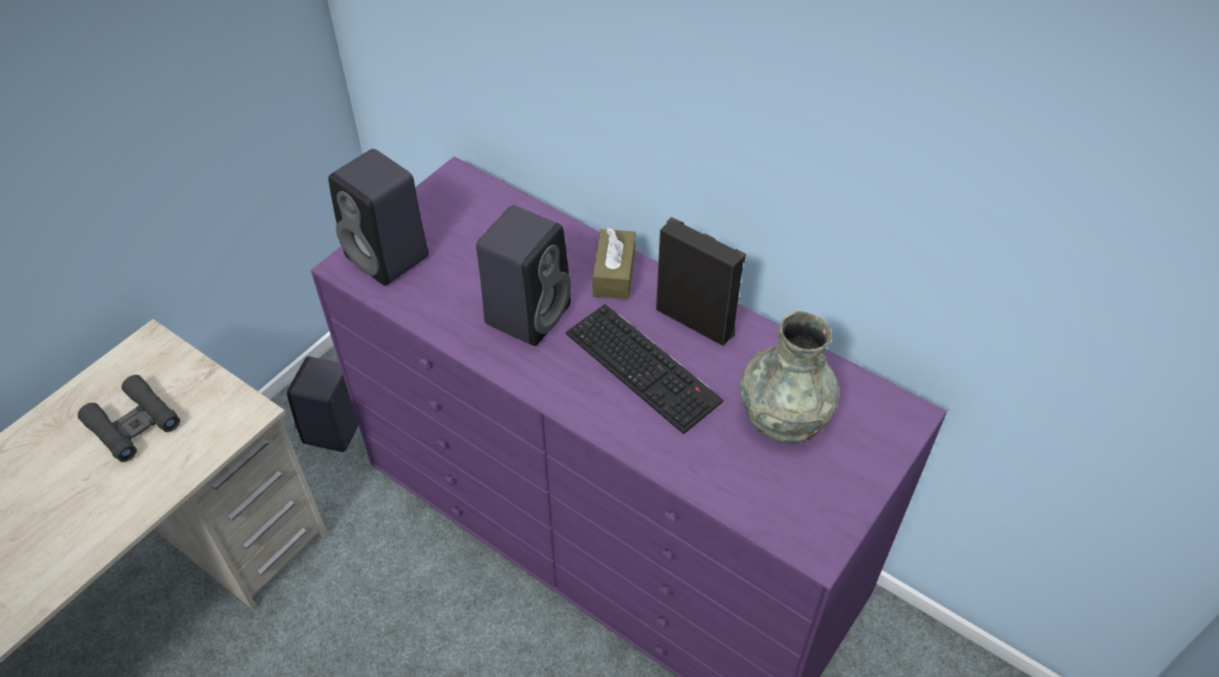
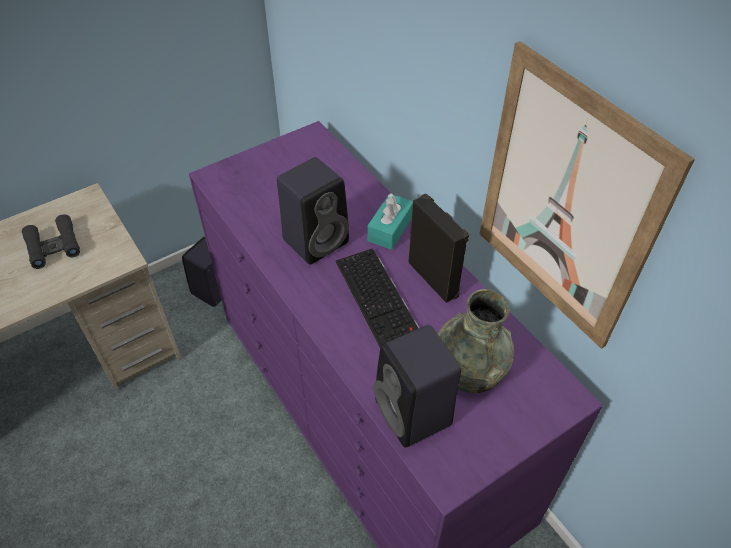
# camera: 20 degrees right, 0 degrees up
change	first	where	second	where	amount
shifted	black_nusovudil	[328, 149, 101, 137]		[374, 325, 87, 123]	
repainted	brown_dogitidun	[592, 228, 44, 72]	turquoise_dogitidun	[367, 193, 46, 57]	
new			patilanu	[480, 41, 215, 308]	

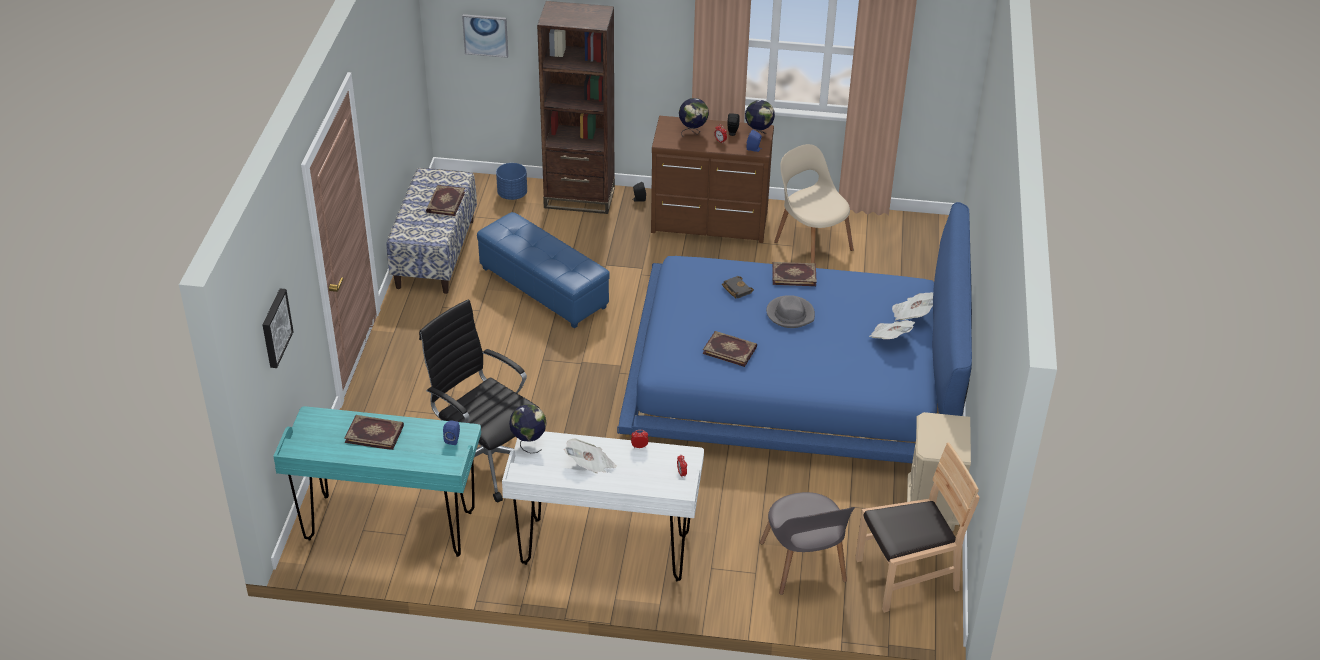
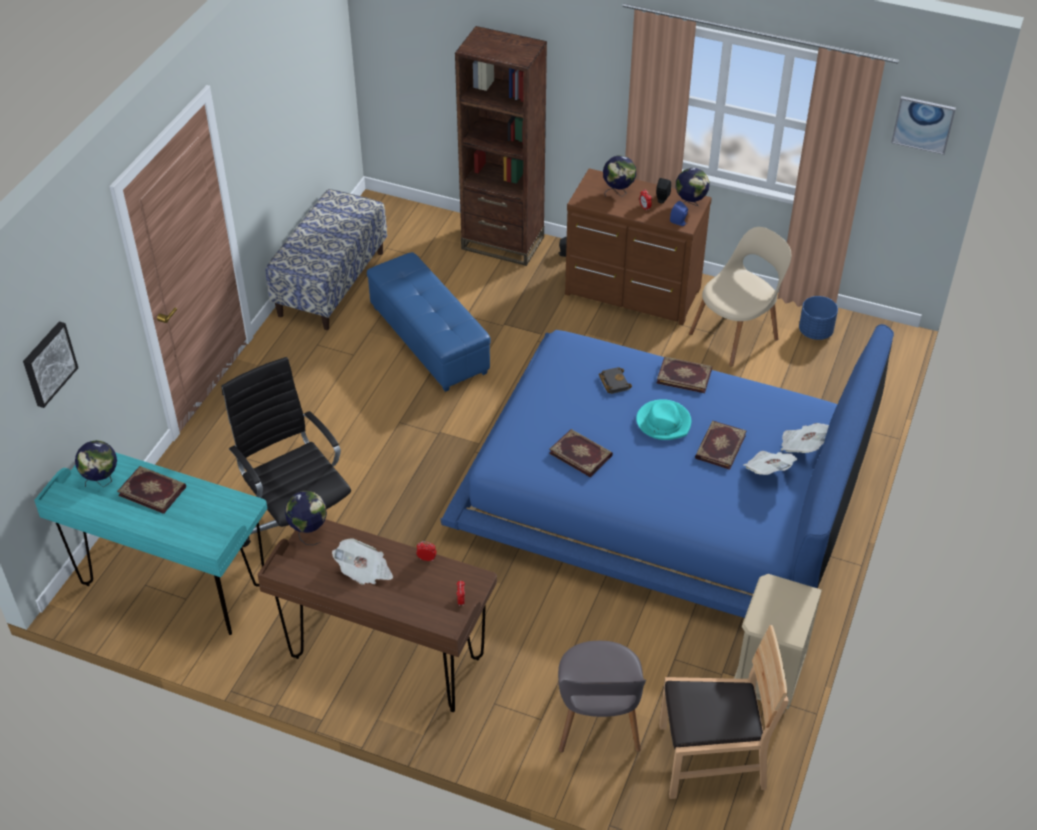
# camera: 15 degrees right, 5 degrees up
change	first	where	second	where	amount
shifted	patilanu	[462, 14, 46, 44]		[891, 96, 65, 59]	
rotated	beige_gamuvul	[774, 144, 80, 119]		[689, 227, 102, 140]	75 degrees clockwise
shifted	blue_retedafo	[496, 163, 31, 37]		[799, 296, 39, 44]	
shifted	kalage	[426, 185, 39, 31]		[695, 421, 52, 49]	
repainted	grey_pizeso	[766, 295, 49, 33]	turquoise_pizeso	[636, 399, 55, 41]	
gone	blue_nusovudil	[443, 420, 17, 25]			
repainted	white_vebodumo	[502, 432, 202, 149]	brown_vebodumo	[257, 519, 240, 193]	
new			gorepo	[75, 440, 42, 47]	

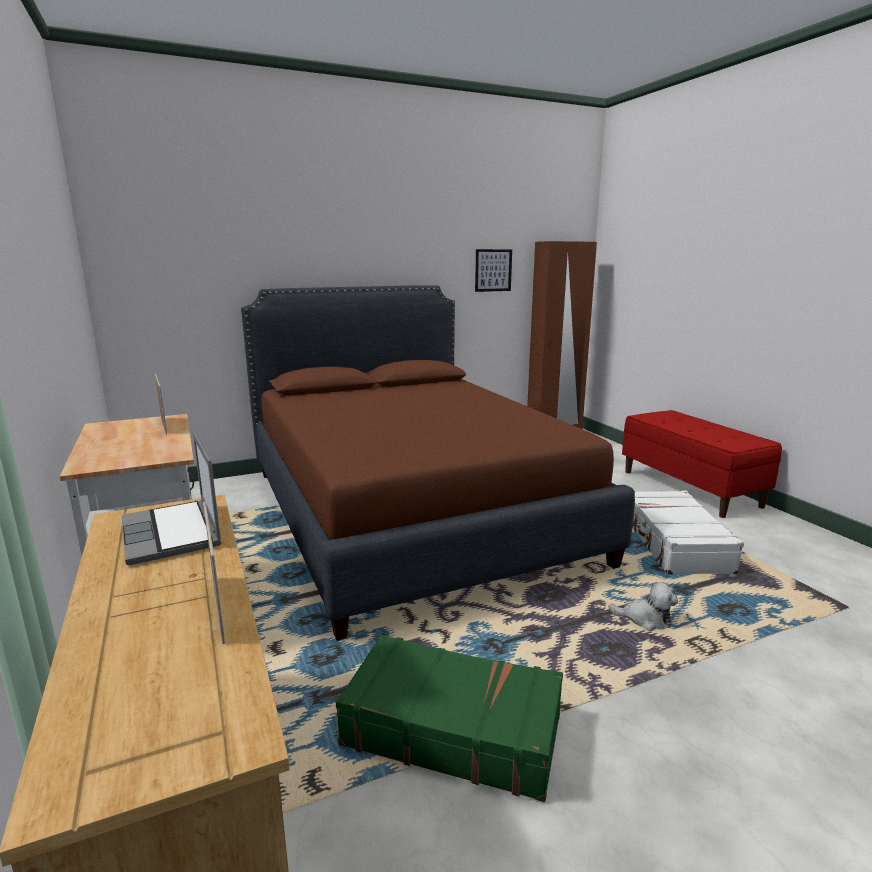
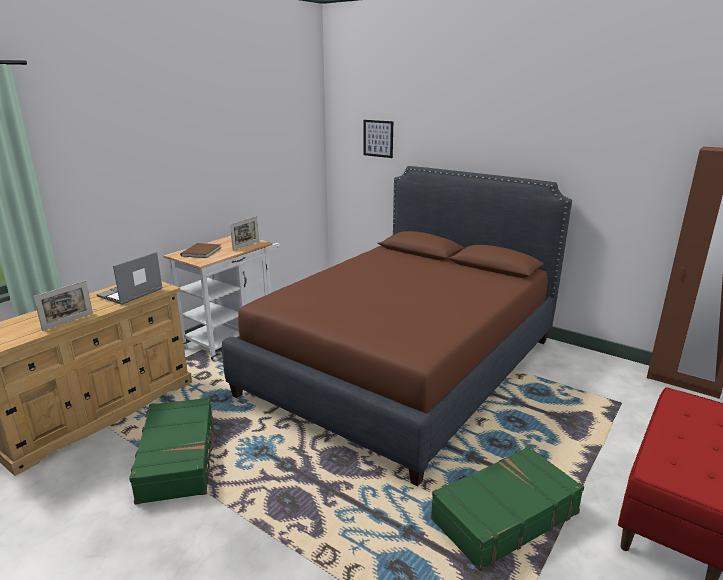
# camera: 60 degrees right, 5 degrees up
change	first	where	second	where	amount
shifted	patilanu	[475, 249, 37, 43]		[363, 120, 30, 38]	
repainted	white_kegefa	[632, 490, 112, 84]	green_kegefa	[431, 446, 153, 125]	
gone	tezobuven	[608, 582, 70, 49]			
new			brown_kalage	[180, 243, 41, 15]	

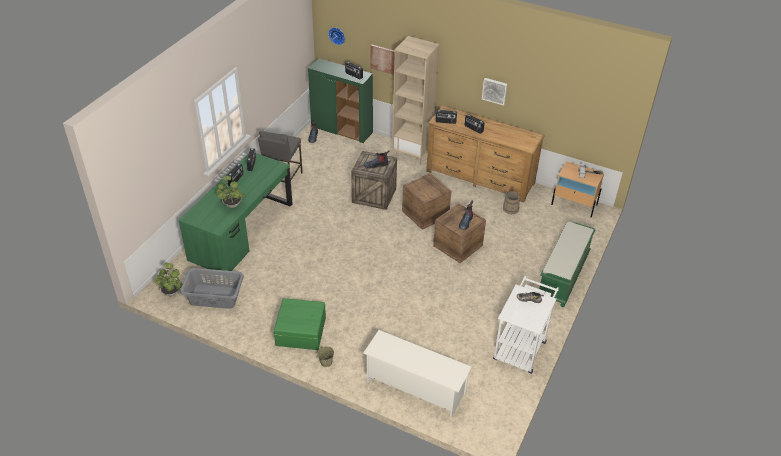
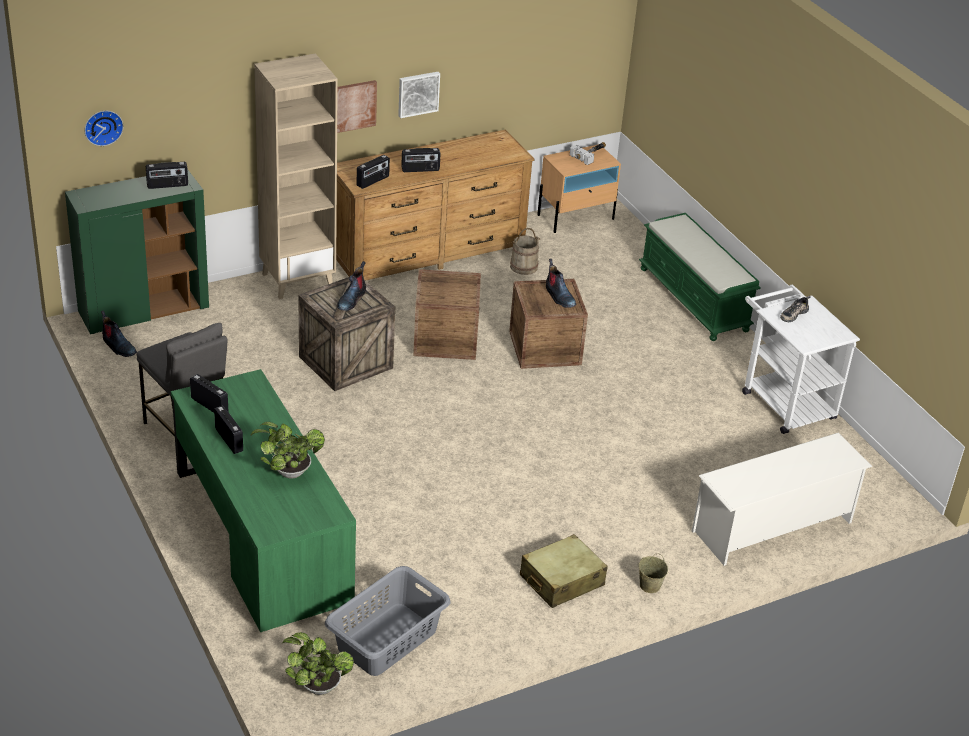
# camera: 55 degrees left, 5 degrees down
change	first	where	second	where	amount
shifted	patilanu	[370, 44, 25, 31]		[337, 80, 40, 53]	
swapped	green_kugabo	[274, 298, 52, 52]	beige_kegefa	[520, 534, 88, 74]	

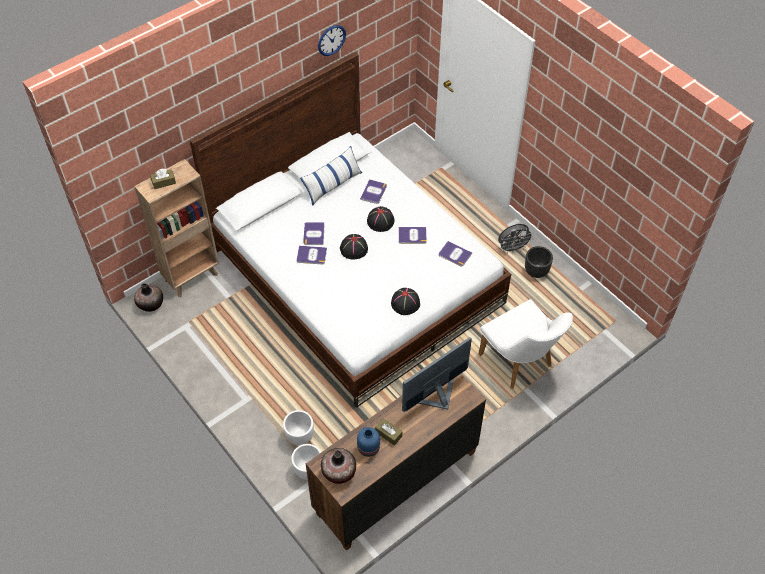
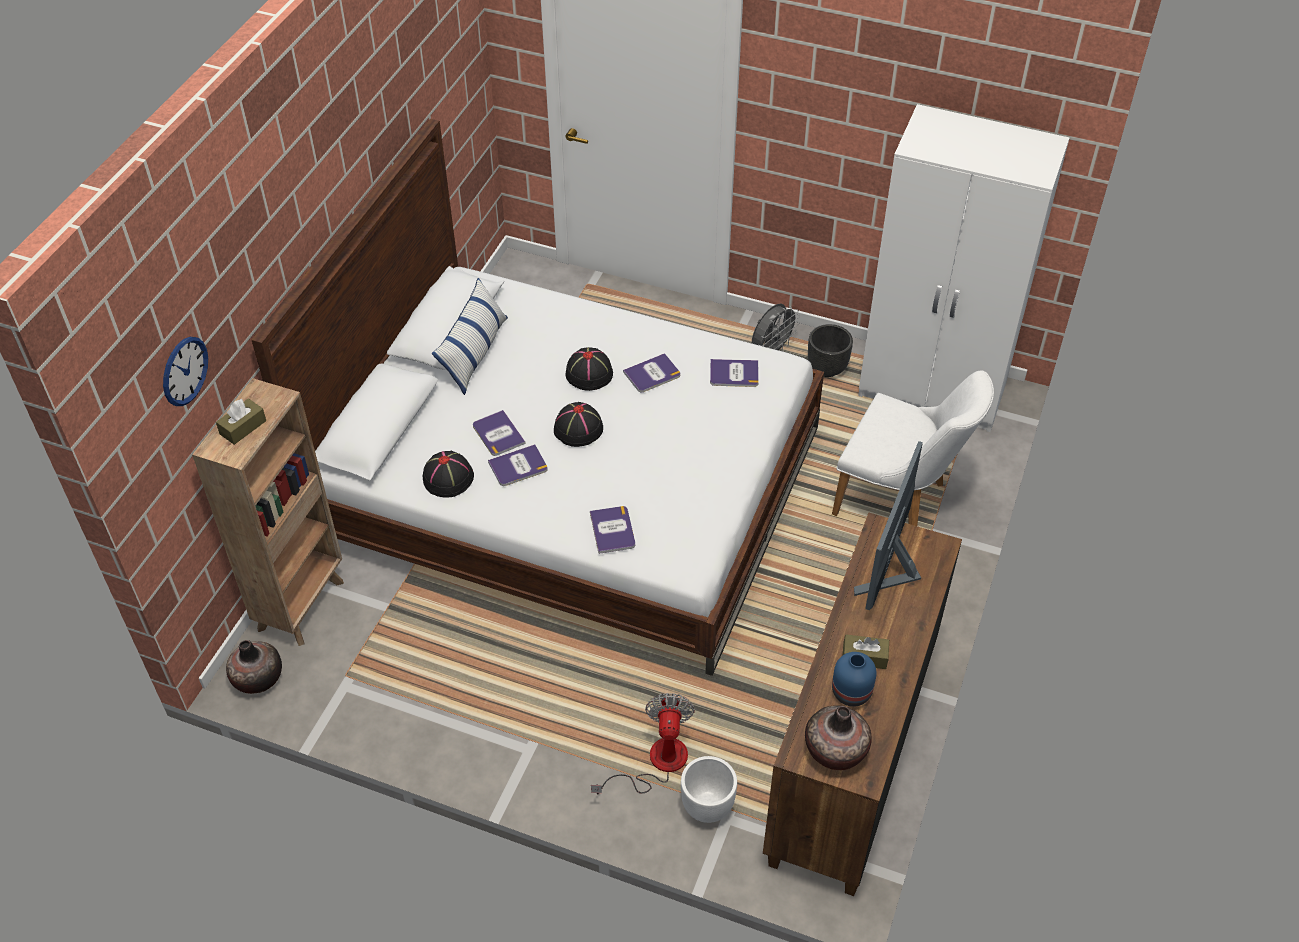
# camera: 30 degrees left, 5 degrees down
change	first	where	second	where	amount
shifted	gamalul	[318, 25, 28, 31]		[163, 337, 45, 69]	
shifted	kalage	[360, 179, 27, 25]		[590, 506, 45, 48]	
shifted	black_pizeso	[391, 288, 29, 27]		[422, 451, 52, 46]	
swapped	white_retedafo	[283, 410, 31, 35]	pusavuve	[591, 693, 104, 102]	
new			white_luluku	[858, 104, 211, 328]	

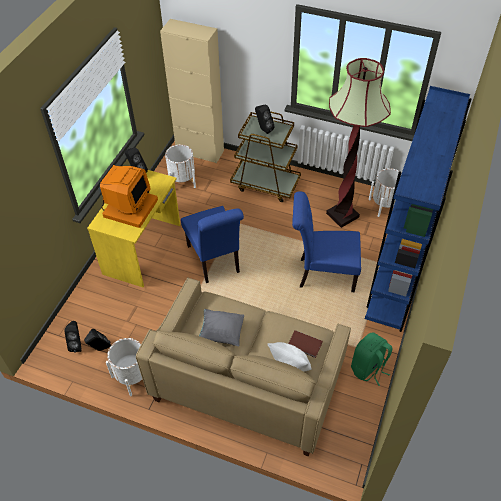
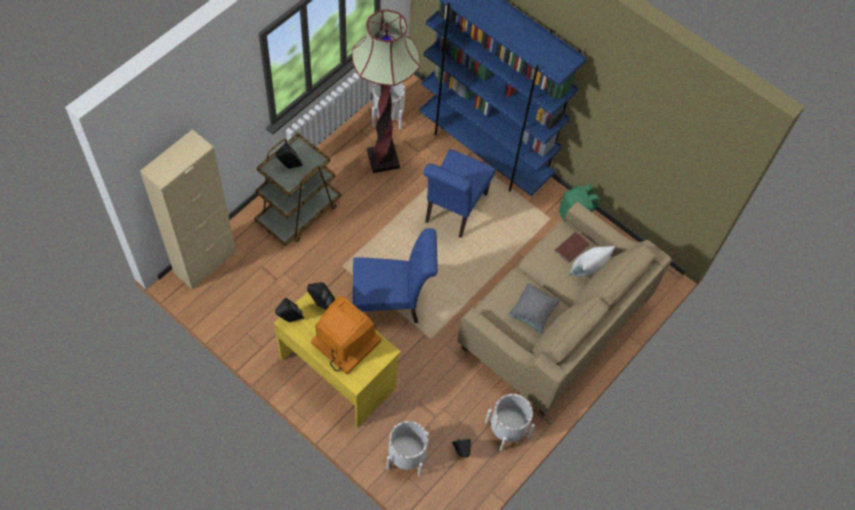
# camera: 75 degrees left, 10 degrees up
change	first	where	second	where	amount
shifted	white_retedafo	[165, 144, 31, 44]		[387, 421, 42, 55]	
shifted	black_nusovudil	[64, 321, 18, 32]		[307, 282, 28, 28]	

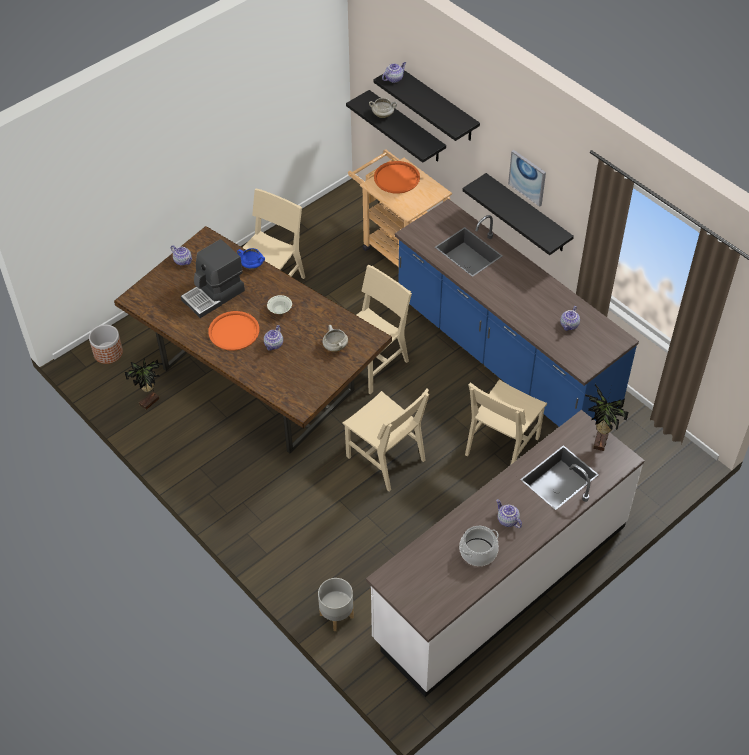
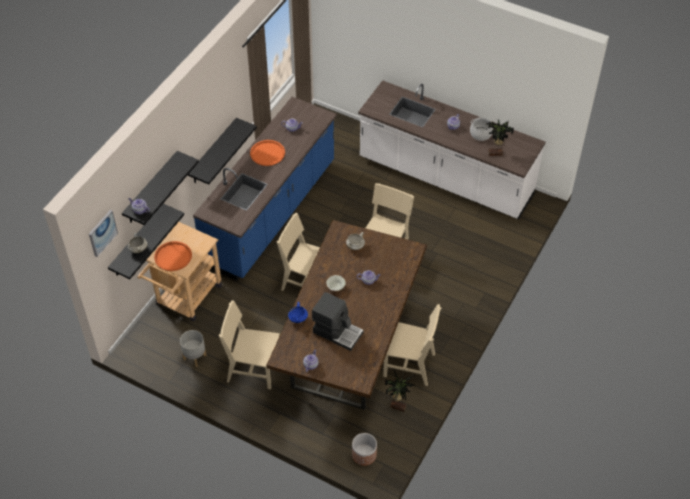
# camera: 110 degrees left, 0 degrees up
change	first	where	second	where	amount
shifted	patilanu	[508, 150, 38, 57]		[89, 210, 29, 47]	
shifted	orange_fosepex	[208, 311, 51, 40]		[250, 140, 35, 26]	
shifted	beige_gamuvul	[465, 379, 82, 85]		[383, 304, 59, 82]	
shifted	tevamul	[585, 384, 44, 67]		[486, 119, 28, 37]	
shifted	grey_retedafo	[318, 578, 36, 53]		[180, 330, 26, 37]	

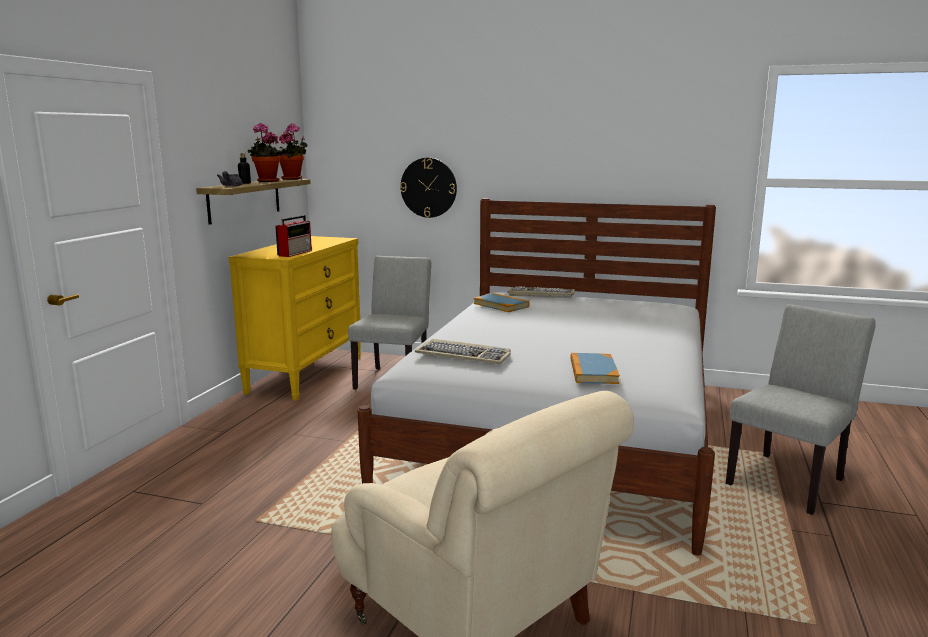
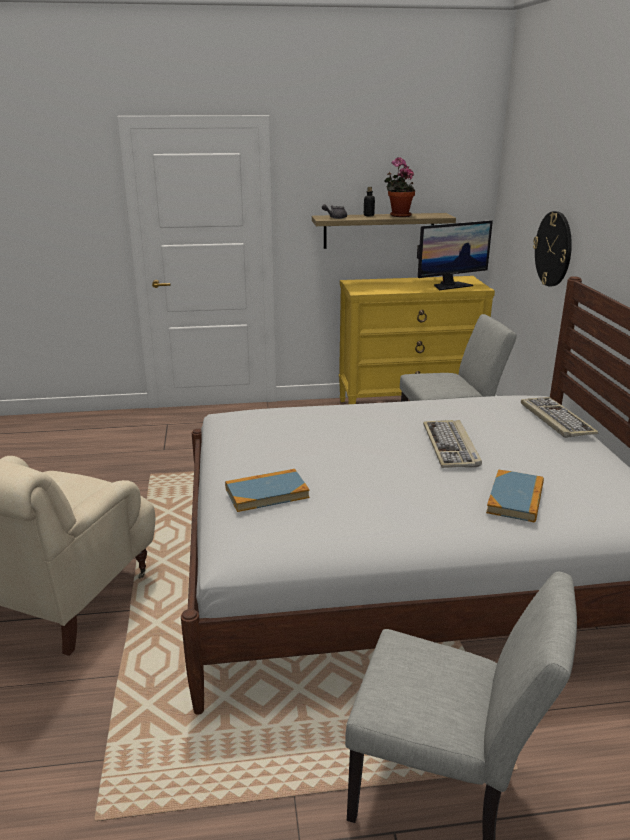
# camera: 65 degrees right, 10 degrees up
change	first	where	second	where	amount
gone	tevamul	[279, 123, 29, 57]			
gone	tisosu	[275, 215, 37, 42]			
shifted	kalage	[474, 293, 55, 19]		[486, 470, 58, 53]	
shifted	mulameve	[415, 339, 96, 25]		[423, 420, 59, 48]	
new			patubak	[417, 220, 76, 70]	

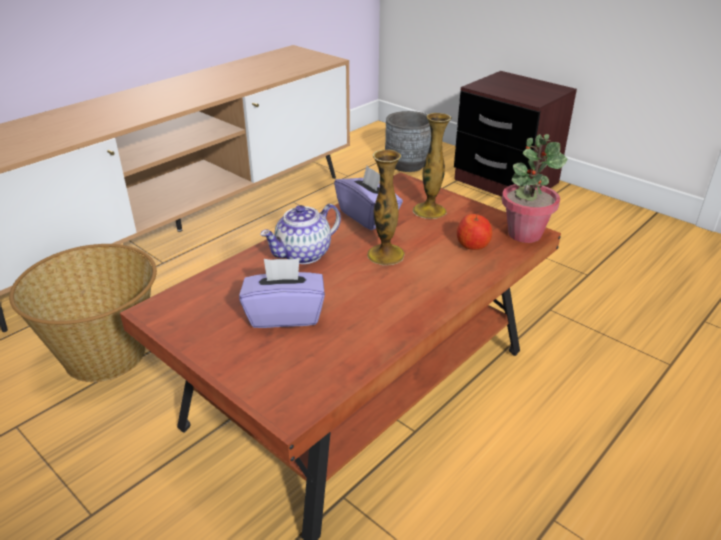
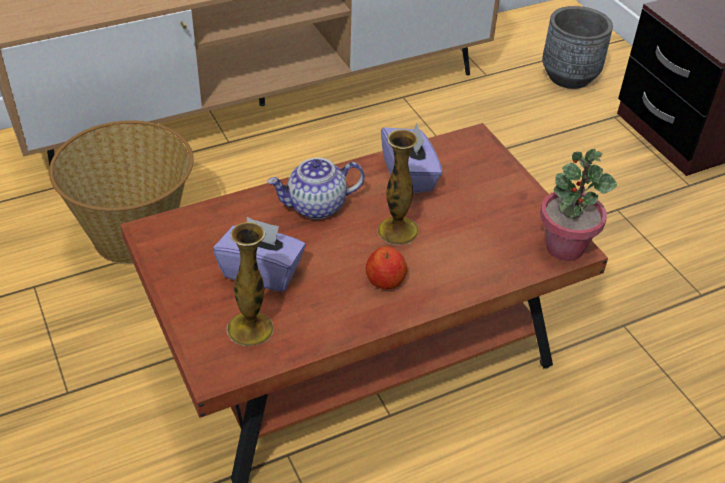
# camera: 20 degrees right, 10 degrees up
change	first	where	second	where	amount
shifted	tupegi	[413, 113, 39, 106]		[227, 222, 46, 124]	
shifted	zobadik	[457, 214, 35, 36]		[366, 246, 41, 44]	

